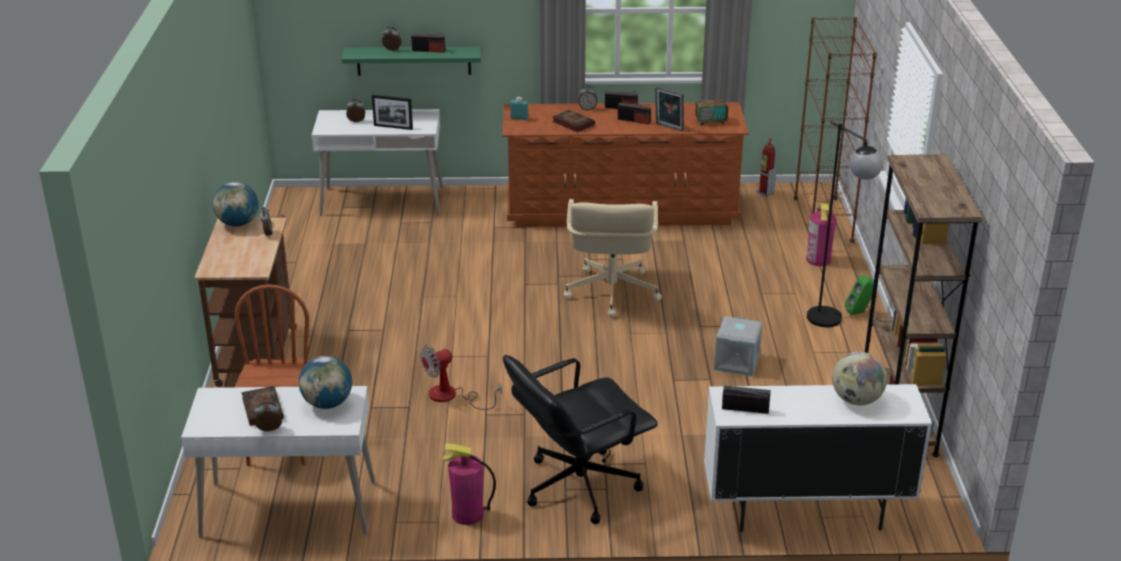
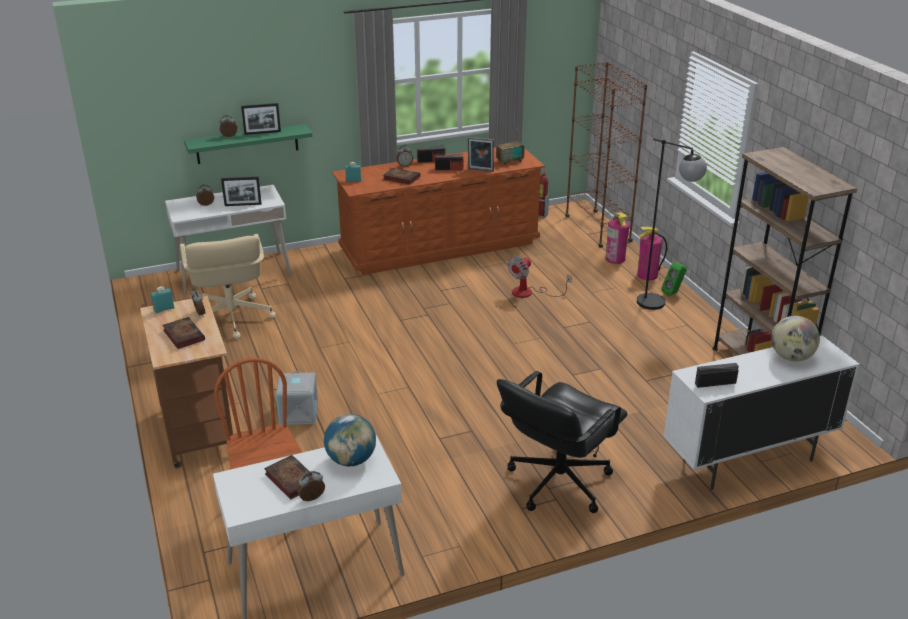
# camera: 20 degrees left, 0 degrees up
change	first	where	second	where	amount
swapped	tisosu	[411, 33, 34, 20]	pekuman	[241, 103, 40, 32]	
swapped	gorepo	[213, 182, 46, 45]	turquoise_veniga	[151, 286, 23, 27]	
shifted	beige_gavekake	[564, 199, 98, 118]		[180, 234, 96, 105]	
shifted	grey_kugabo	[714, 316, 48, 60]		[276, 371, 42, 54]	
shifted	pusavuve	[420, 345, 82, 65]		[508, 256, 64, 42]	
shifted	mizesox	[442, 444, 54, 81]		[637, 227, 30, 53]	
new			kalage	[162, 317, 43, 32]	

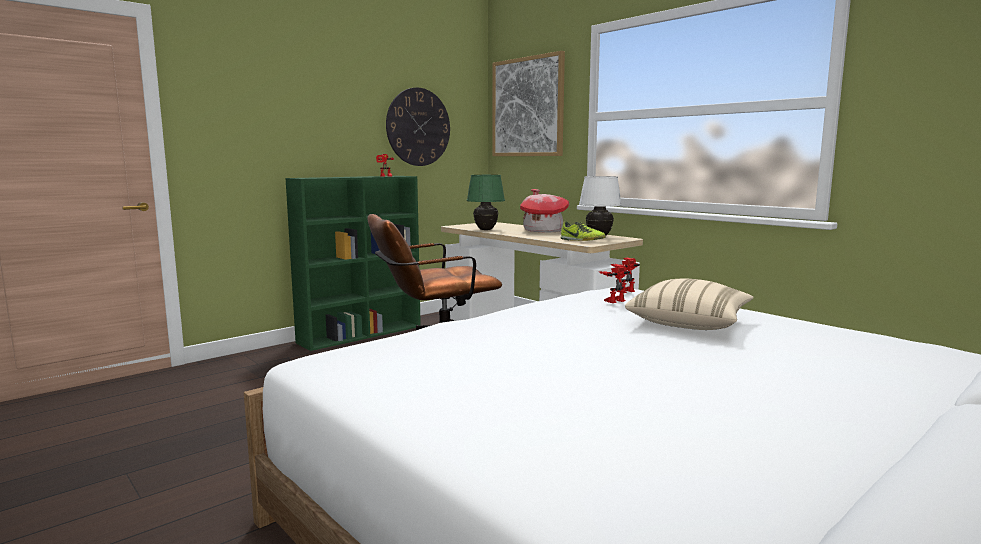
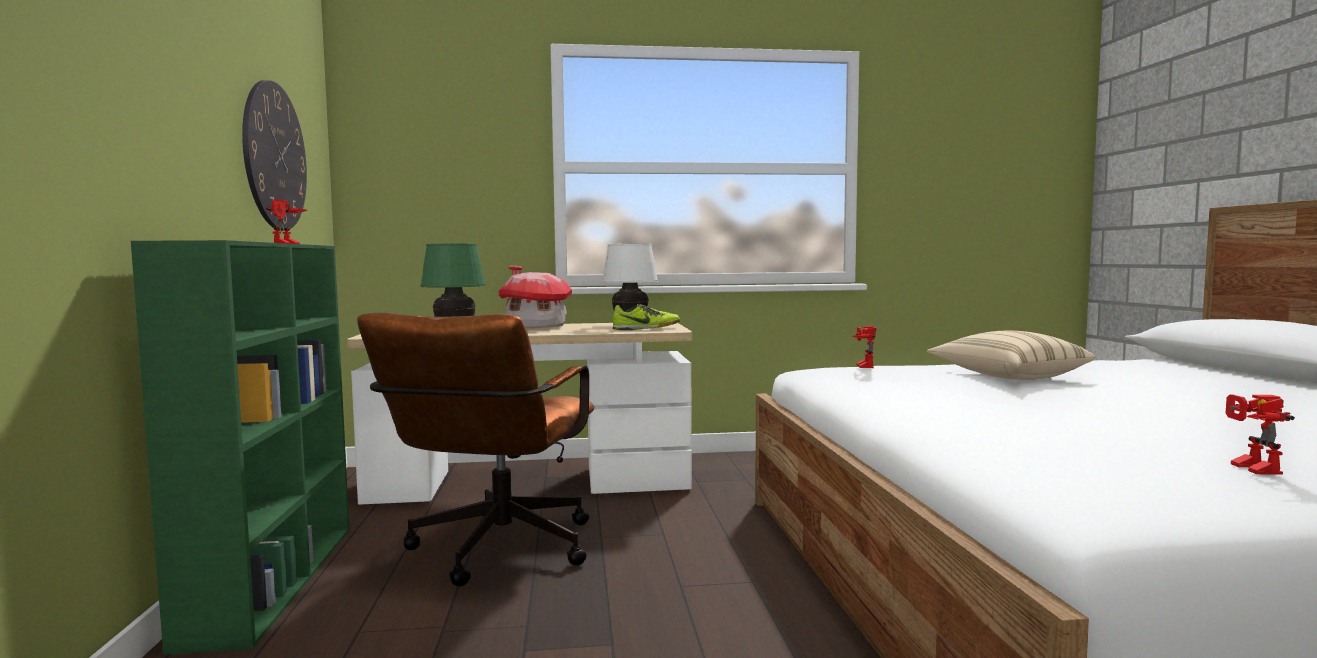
# camera: 55 degrees left, 5 degrees down
change	first	where	second	where	amount
gone	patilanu	[492, 51, 73, 105]			
shifted	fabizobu	[599, 264, 31, 39]		[1226, 394, 69, 81]	

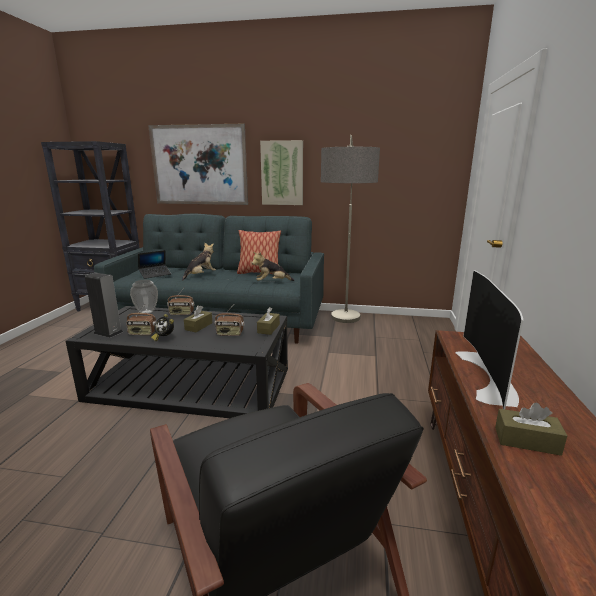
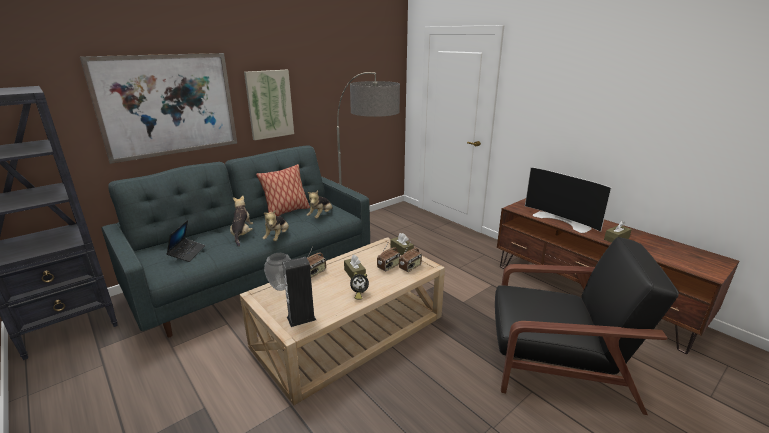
# camera: 50 degrees left, 5 degrees up
change	first	where	second	where	amount
shifted	tisosu	[126, 305, 30, 30]		[399, 241, 23, 31]	
repainted	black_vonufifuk	[66, 306, 222, 112]	beige_vonufifuk	[240, 237, 205, 168]	
new			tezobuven	[262, 210, 27, 31]	

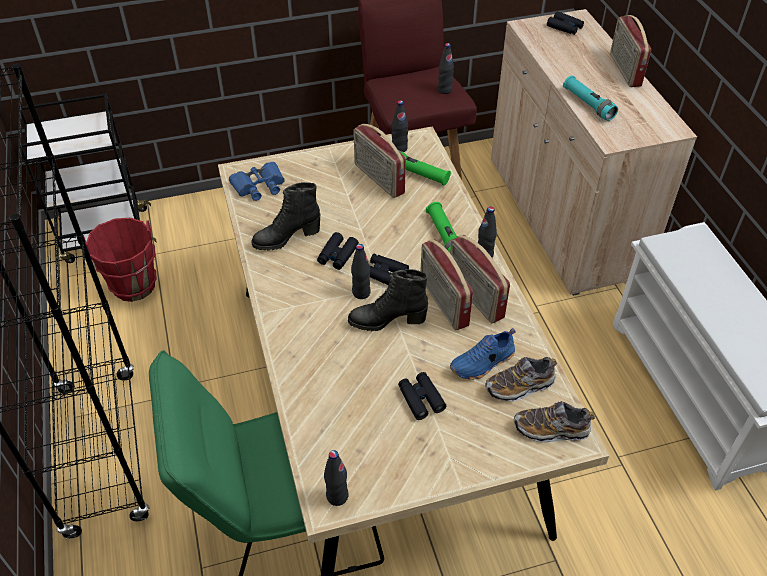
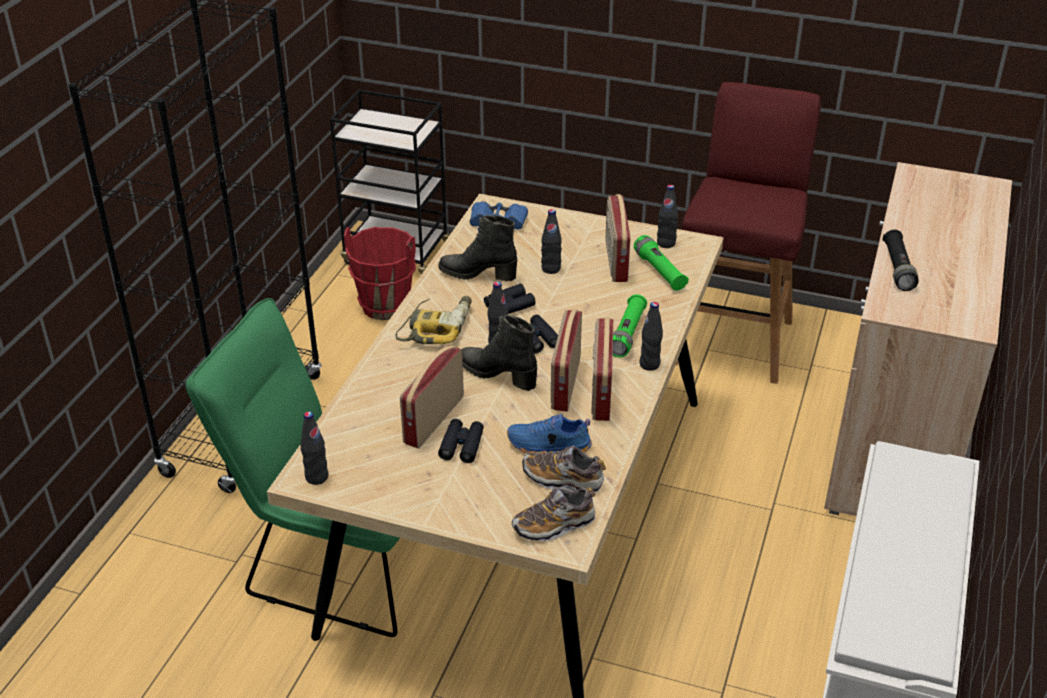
# camera: 35 degrees right, 10 degrees down
change	first	where	second	where	amount
gone	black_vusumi	[547, 11, 37, 24]			
shifted	tisosu	[610, 15, 41, 72]		[400, 345, 64, 104]	
shifted	black_veniga	[438, 43, 16, 51]		[541, 209, 21, 65]	
repainted	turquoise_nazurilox	[563, 76, 55, 45]	black_nazurilox	[882, 230, 37, 61]	
rotated	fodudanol	[514, 401, 81, 41]		[512, 487, 84, 54]	60 degrees counterclockwise
new			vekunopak	[395, 296, 77, 48]	

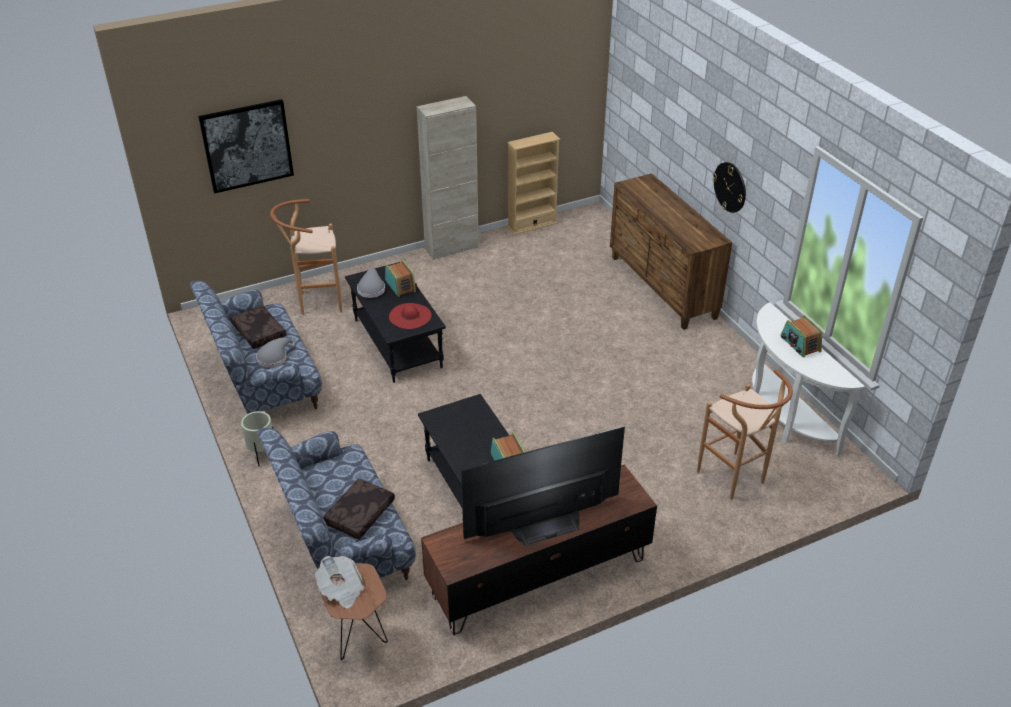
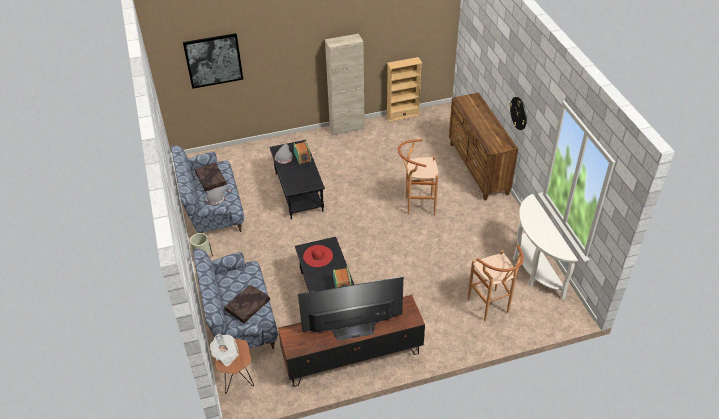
# camera: 10 degrees right, 5 degrees up
change	first	where	second	where	amount
shifted	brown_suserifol	[270, 199, 72, 116]		[398, 139, 41, 76]	
shifted	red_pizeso	[389, 303, 43, 26]		[303, 245, 30, 22]	
gone	tisosu	[781, 315, 41, 43]			

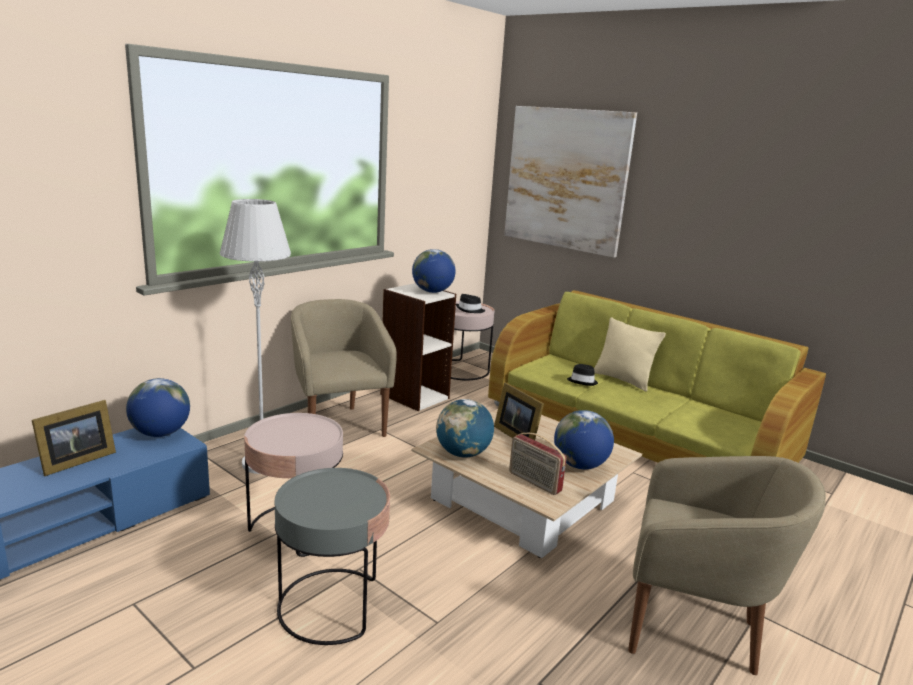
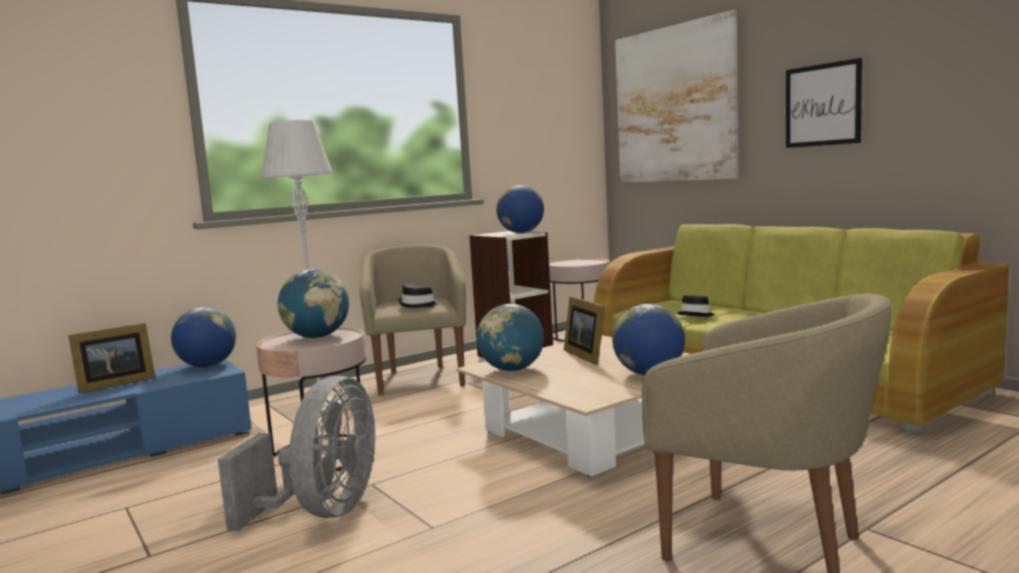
# camera: 15 degrees right, 10 degrees down
change	first	where	second	where	amount
shifted	black_pizeso	[456, 294, 29, 19]		[398, 284, 42, 24]	
gone	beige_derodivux	[594, 317, 72, 75]			
gone	tisosu	[509, 433, 58, 62]			
swapped	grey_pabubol	[275, 468, 115, 177]	grey_pusavuve	[218, 376, 157, 155]	
new			patilanu	[786, 58, 76, 90]	
new			gorepo	[278, 269, 71, 69]	

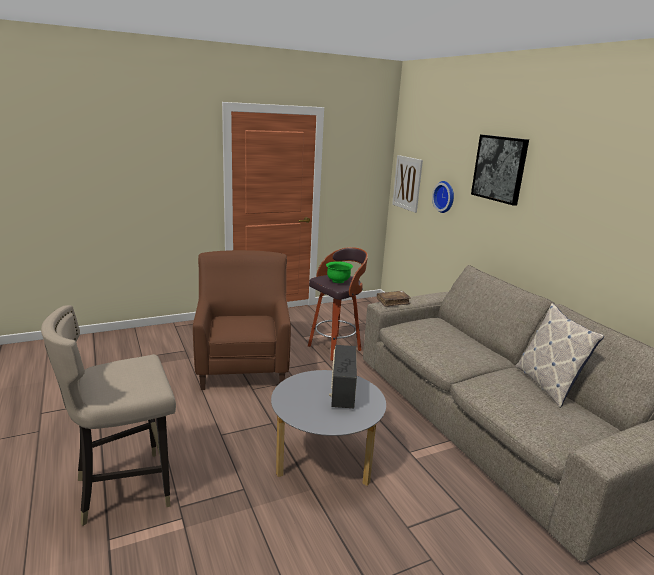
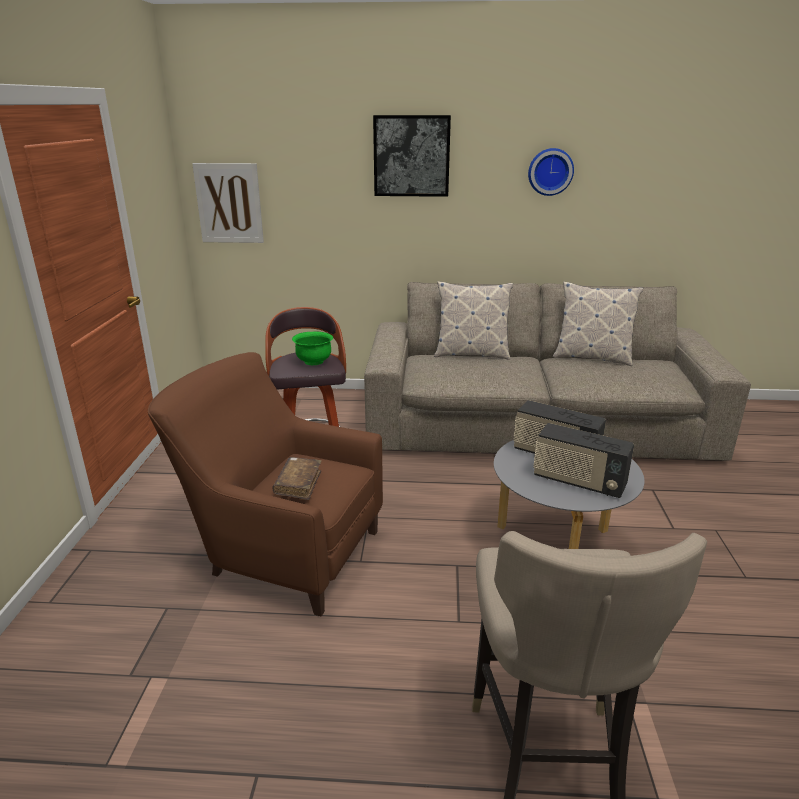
# camera: 60 degrees left, 5 degrees up
change	first	where	second	where	amount
shifted	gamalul	[432, 181, 22, 32]		[528, 148, 46, 48]	
shifted	brown_kalage	[377, 291, 34, 16]		[272, 457, 49, 43]	
new			derodivux	[434, 281, 79, 79]	
new			tisosu	[533, 423, 101, 75]	

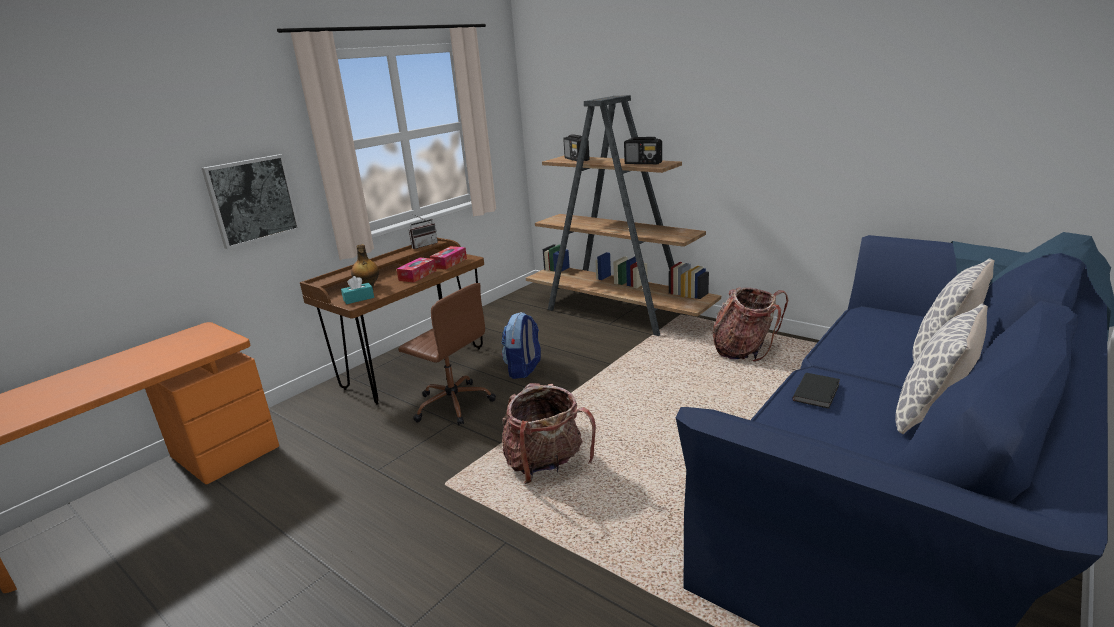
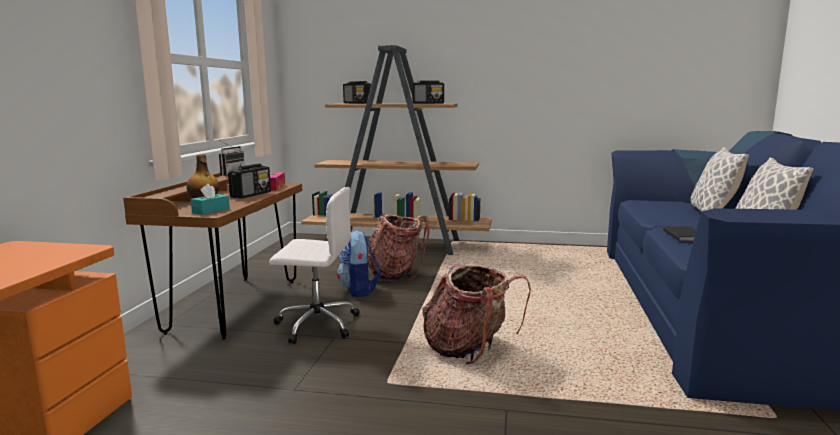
# camera: 30 degrees left, 10 degrees down
change	first	where	second	where	amount
gone	patilanu	[202, 154, 98, 95]			
swapped	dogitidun	[397, 258, 40, 25]	tisosu	[228, 163, 43, 36]	
repainted	brown_gavekake	[398, 283, 98, 142]	white_gavekake	[269, 187, 91, 157]	
shifted	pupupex	[713, 287, 75, 75]		[368, 215, 62, 67]	

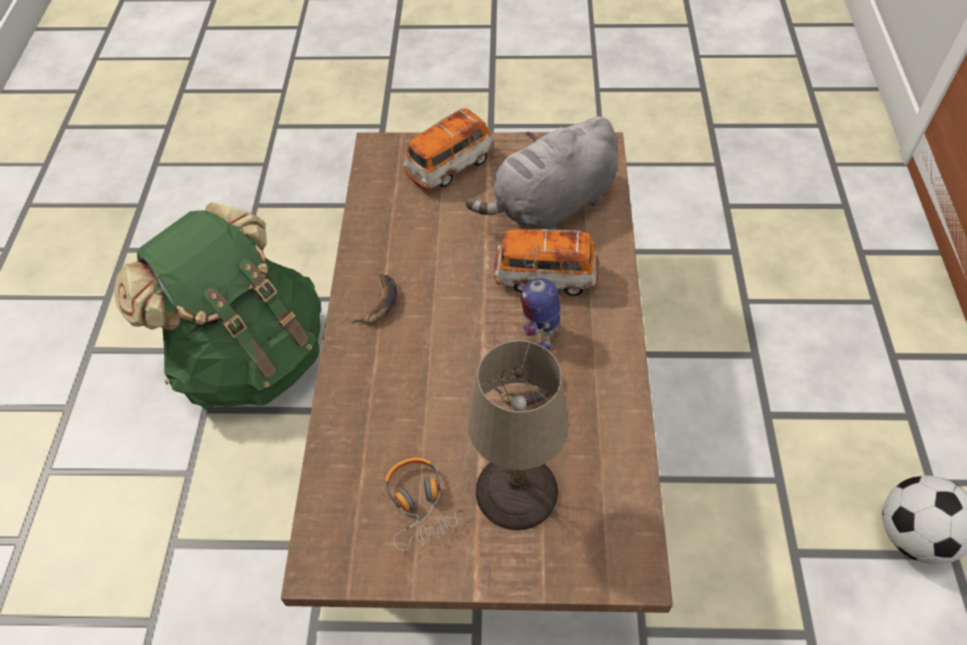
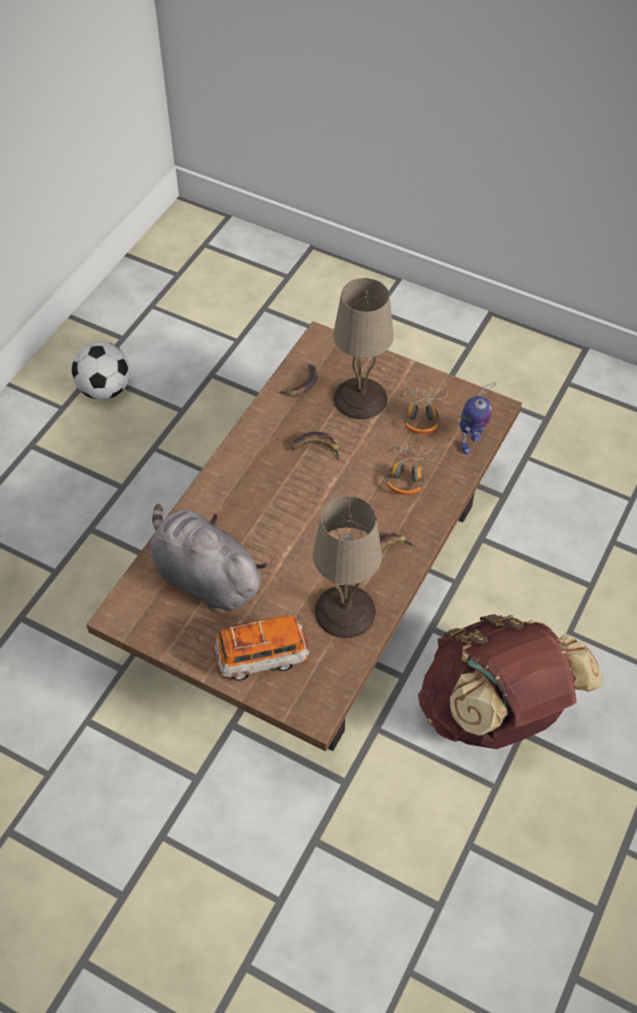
# camera: 155 degrees left, 0 degrees up
change	first	where	second	where	amount
rotated	grey_tezobuven	[465, 116, 153, 114]		[150, 504, 117, 107]	135 degrees counterclockwise
repainted	green_pupupex	[114, 202, 207, 207]	brown_pupupex	[418, 614, 184, 135]	
gone	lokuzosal	[494, 229, 105, 67]			
shifted	fabizobu	[521, 245, 40, 105]		[459, 383, 37, 72]	
new			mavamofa	[278, 364, 40, 33]	
new			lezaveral	[386, 445, 52, 50]	
new			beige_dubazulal	[313, 496, 69, 142]	

